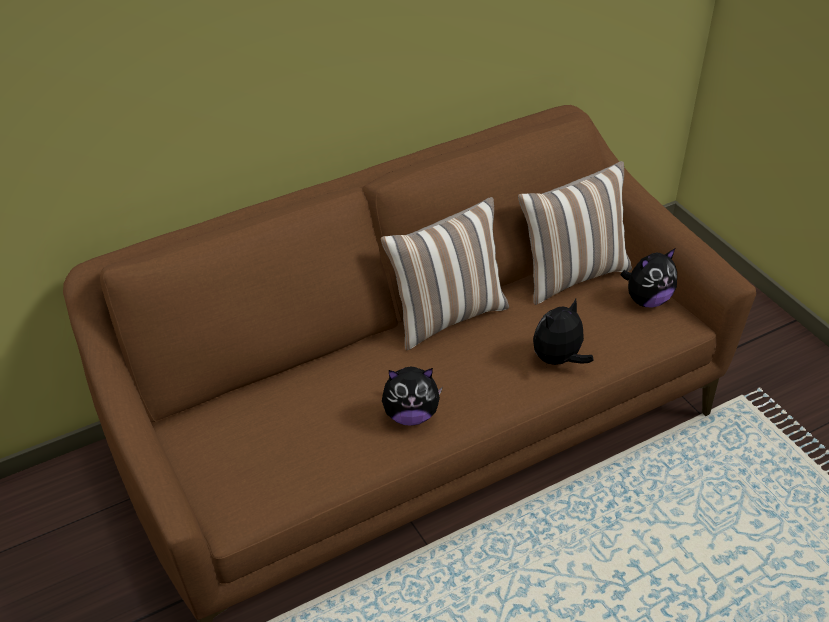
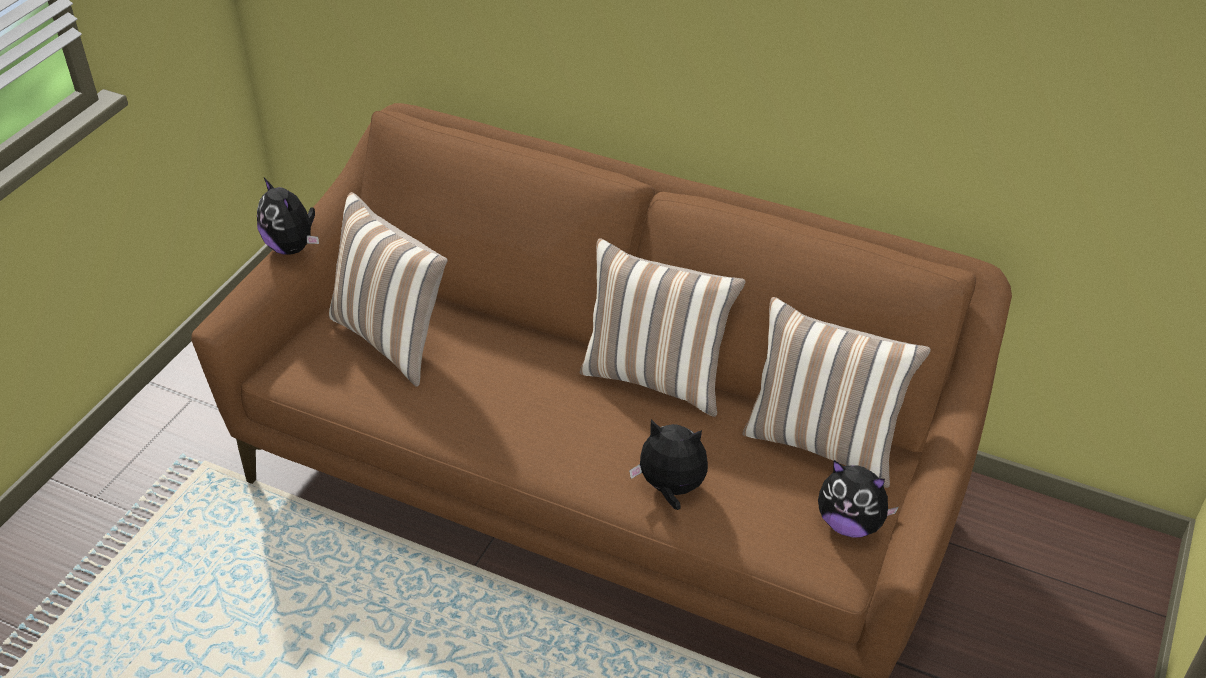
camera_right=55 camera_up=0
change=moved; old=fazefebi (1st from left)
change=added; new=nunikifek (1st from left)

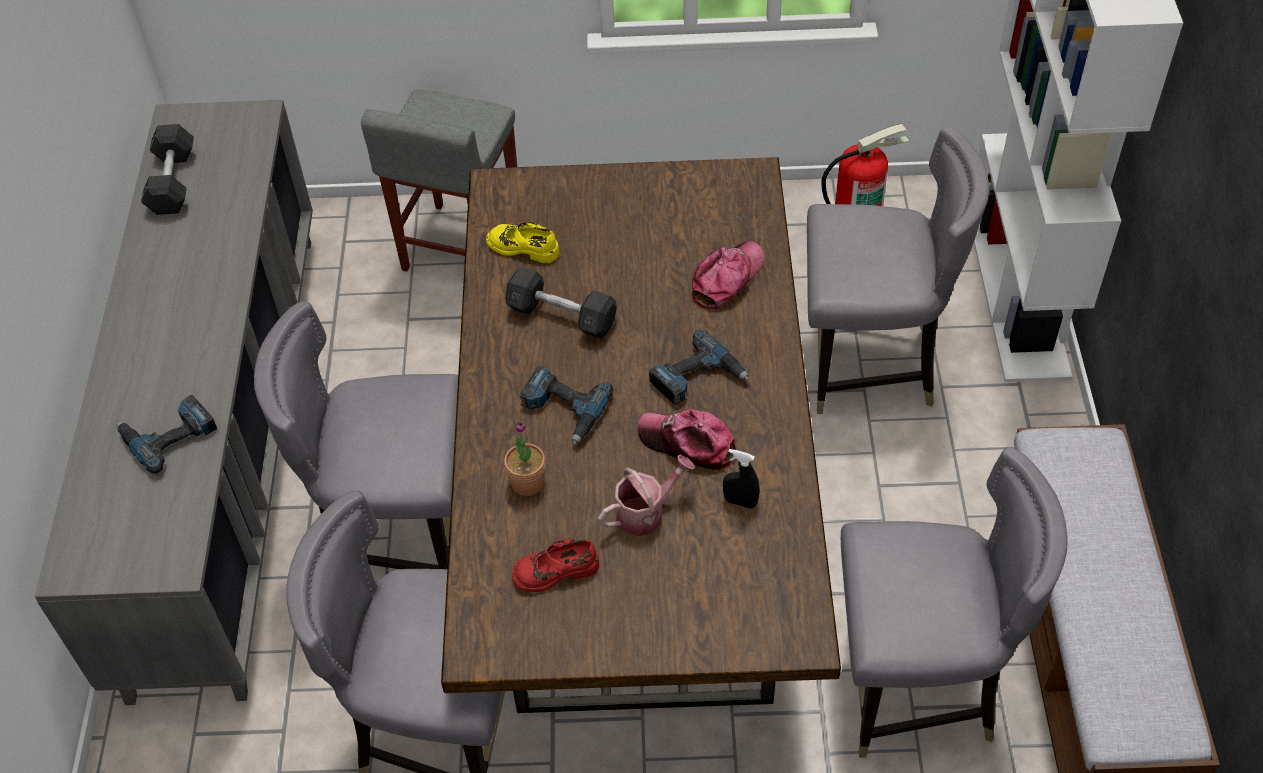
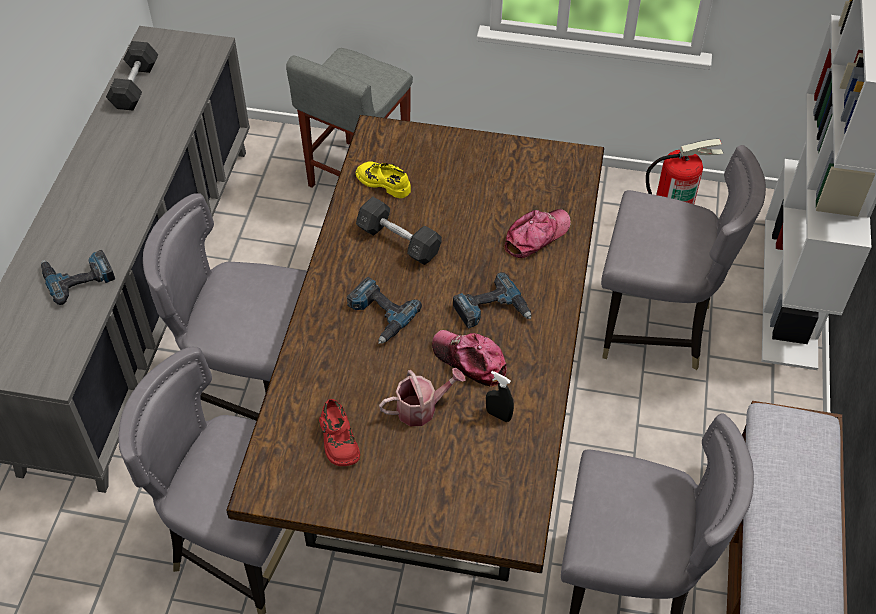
camera_right=10 camera_up=0
change=removed; old=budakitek
change=turned; old=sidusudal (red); degrees=-105

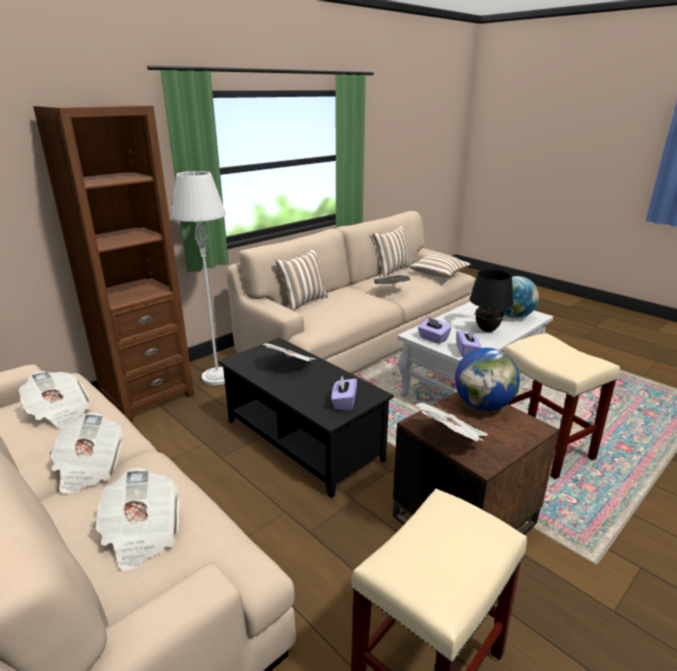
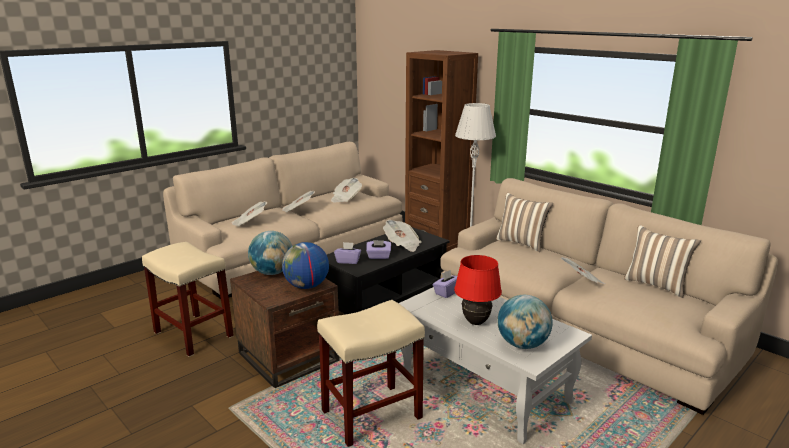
camera_right=90 camera_up=-5
change=removed; old=nunikifek (3rd from left)
change=replaced; old=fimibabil (6th from left); new=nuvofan (1st from left)
change=moved; old=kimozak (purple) (3rd from left in the first image); new=kimozak (purple) (2nd from left)
change=recoloured; old=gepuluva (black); new=gepuluva (red)

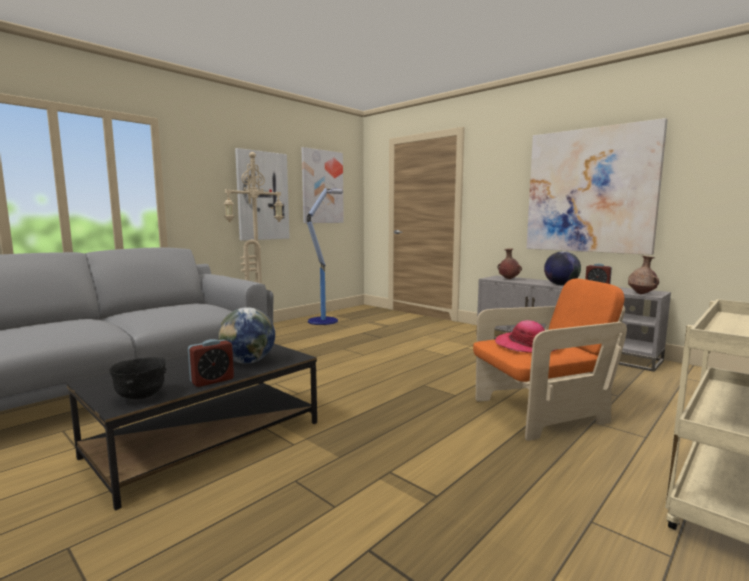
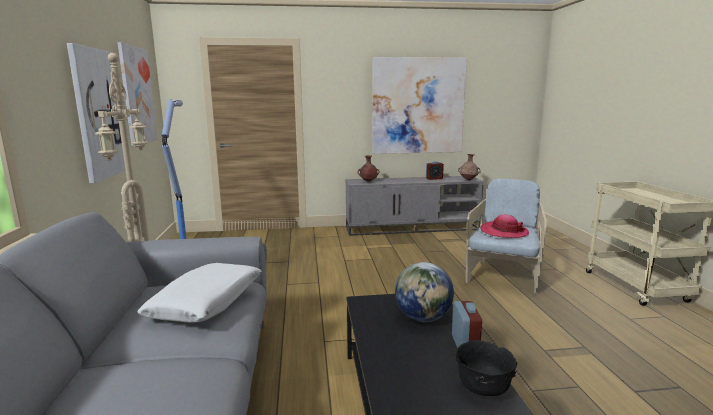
camera_right=-50 camera_up=5
change=recoloured; old=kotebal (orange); new=kotebal (beige)
change=removed; old=nuvofan (2nd from left)
change=added; new=nunikifek (white)

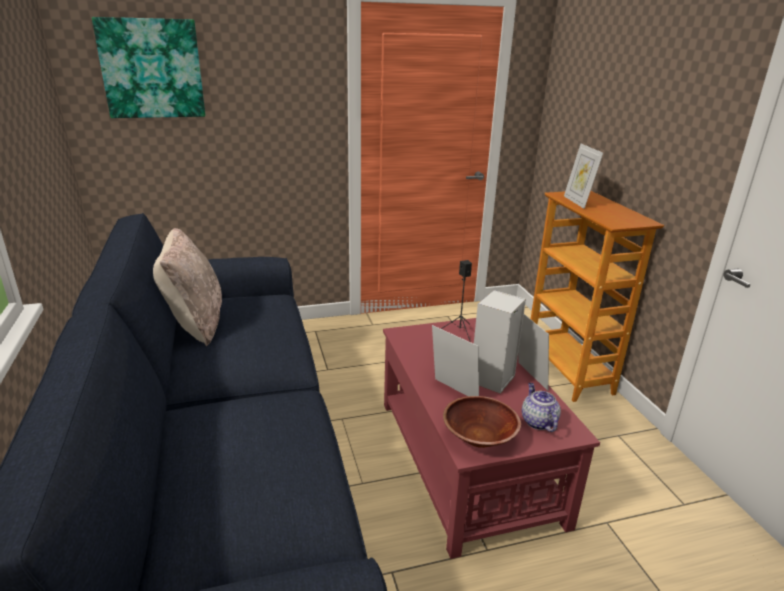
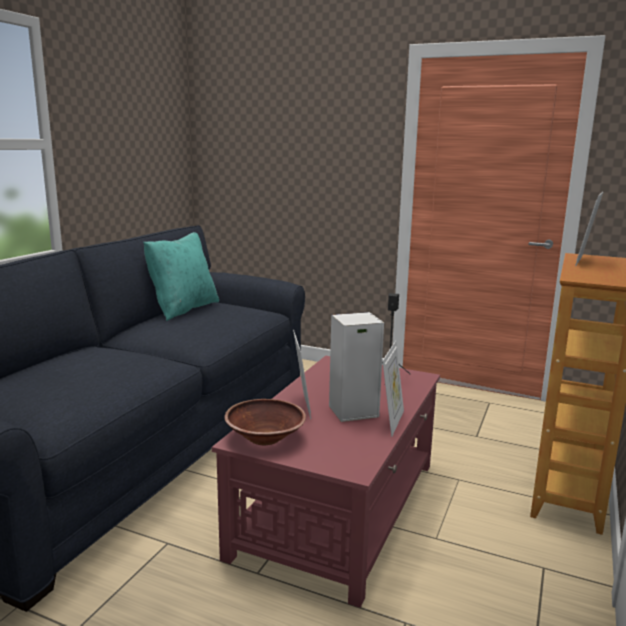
camera_right=40 camera_up=-10
change=removed; old=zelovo
change=recoloured; old=nunikifek (beige); new=nunikifek (turquoise)
change=removed; old=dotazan

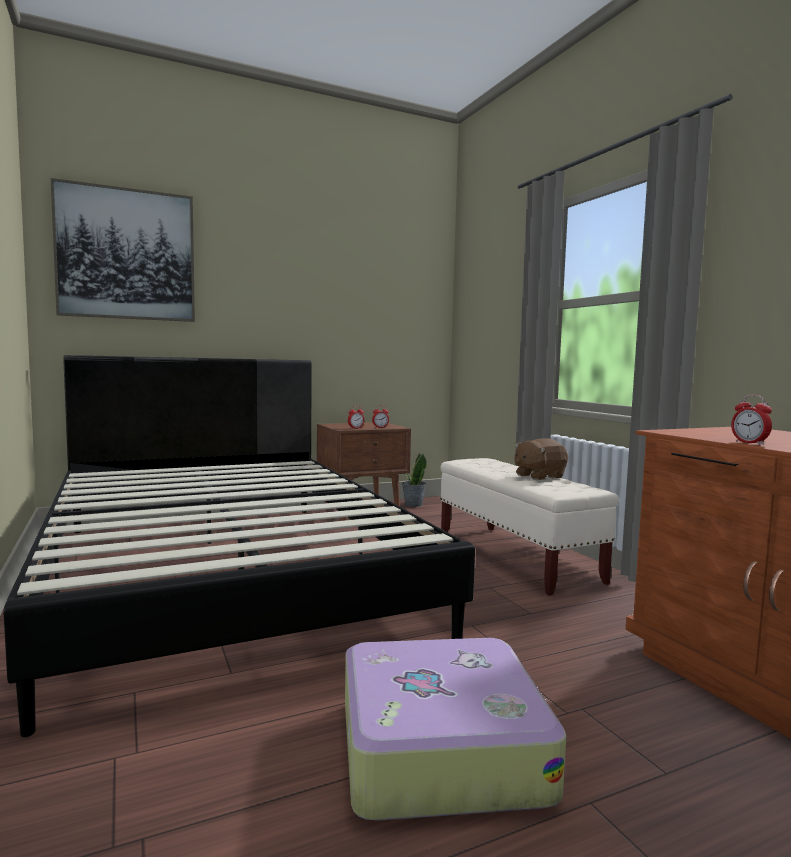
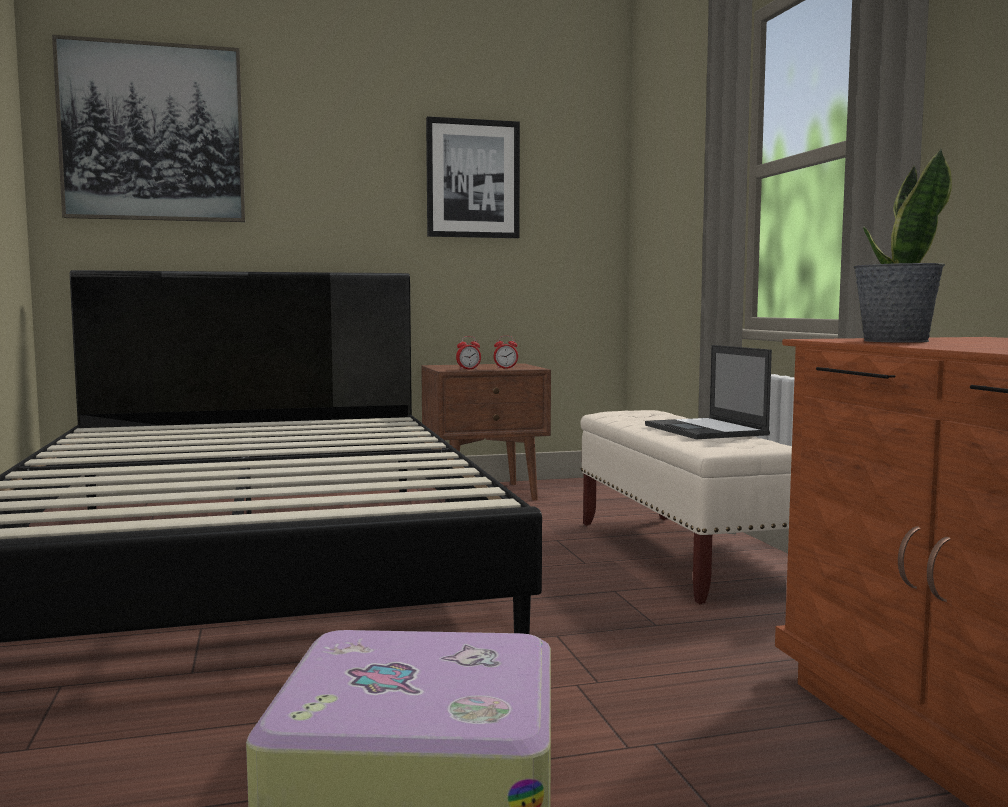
camera_right=10 camera_up=0
change=moved; old=budakitek
change=replaced; old=fazefebi (brown); new=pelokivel
change=removed; old=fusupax (3rd from left)
change=added; new=zelovo (2nd from left)

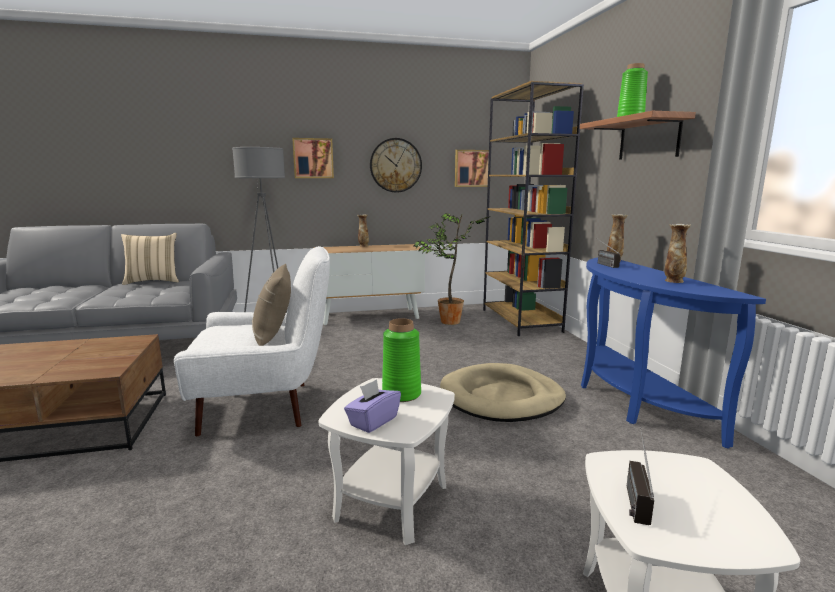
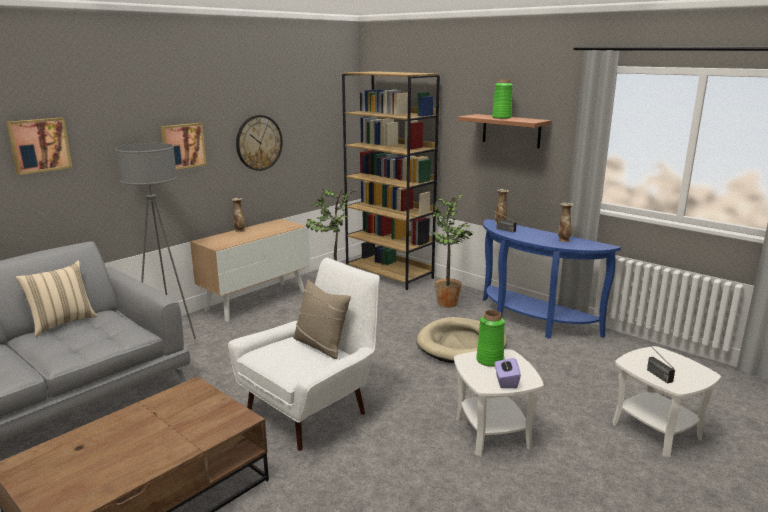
camera_right=-35 camera_up=5
change=moved; old=zelovo (2nd from left in the first image); new=zelovo (1st from left)
change=added; new=budakitek (2nd from left)

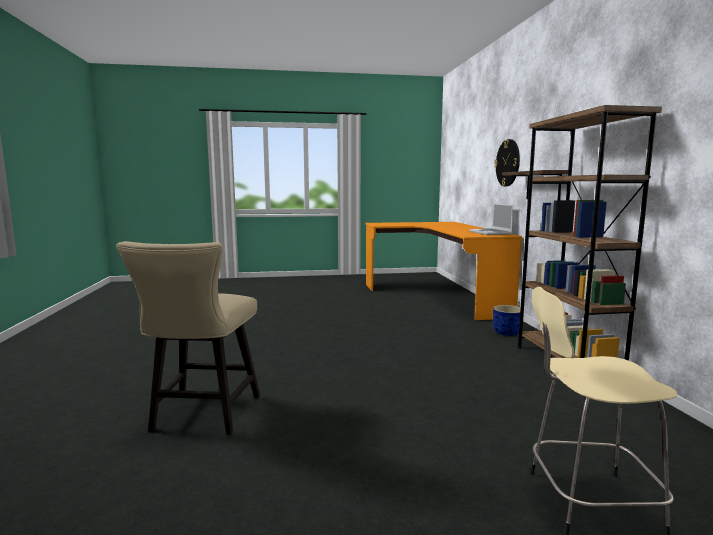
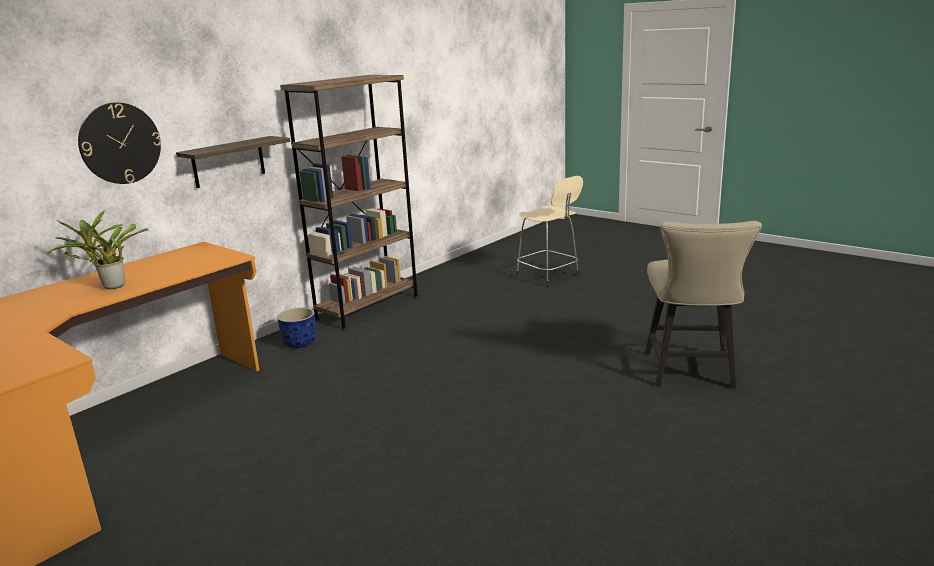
camera_right=-130 camera_up=10
change=turned; old=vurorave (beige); degrees=135
change=removed; old=pelokivel
change=added; new=budakitek

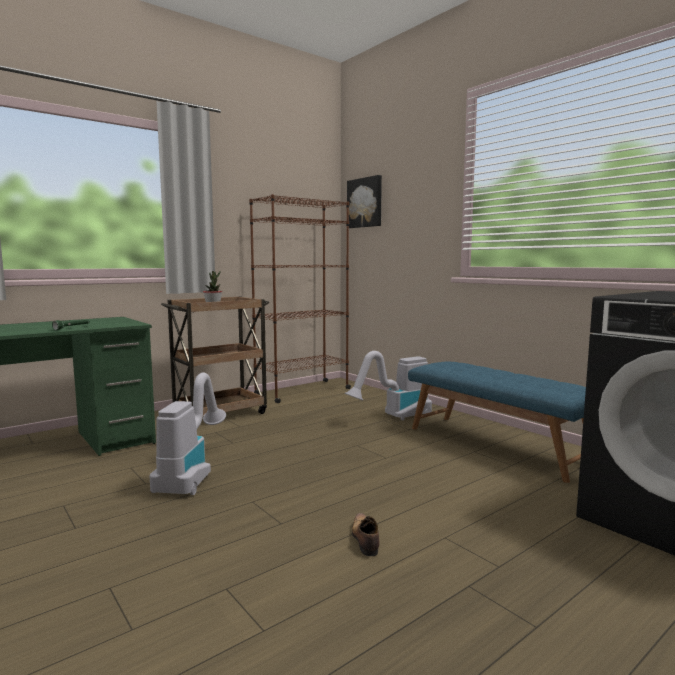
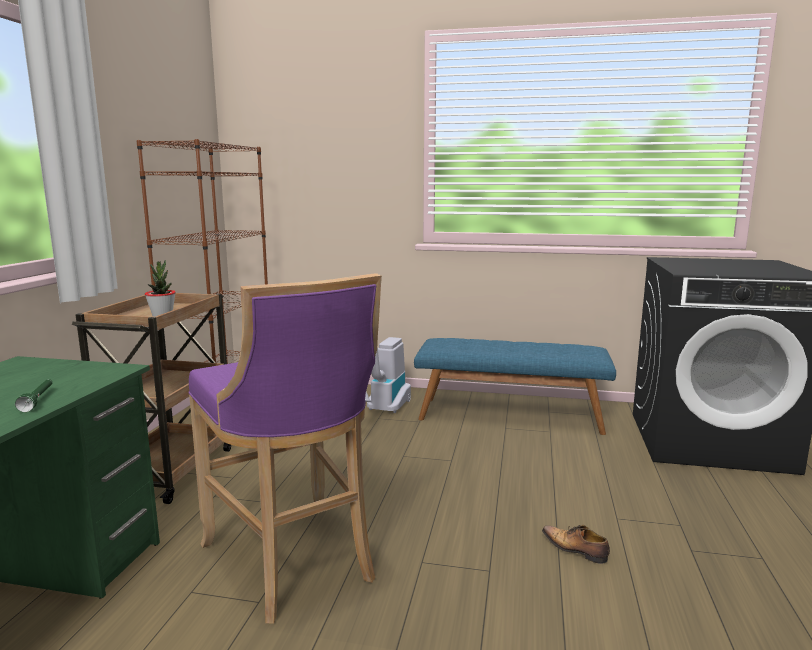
camera_right=-40 camera_up=5
change=replaced; old=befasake (1st from left); new=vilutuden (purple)
change=removed; old=zelovo

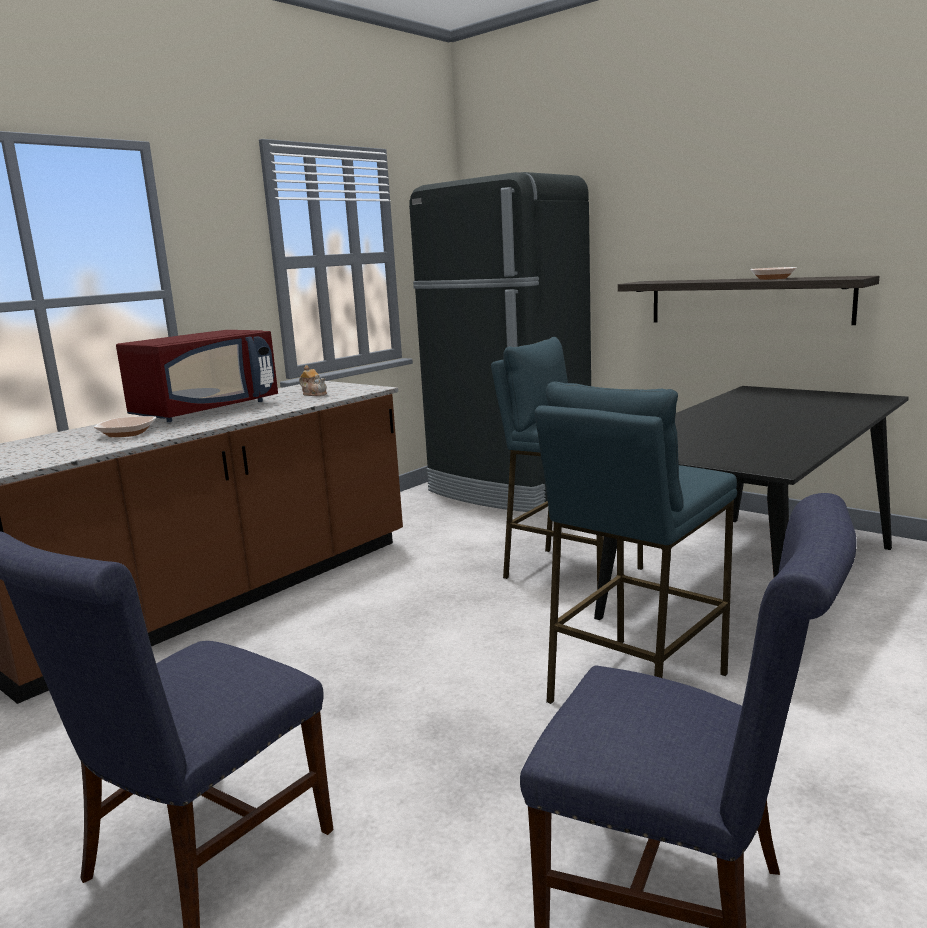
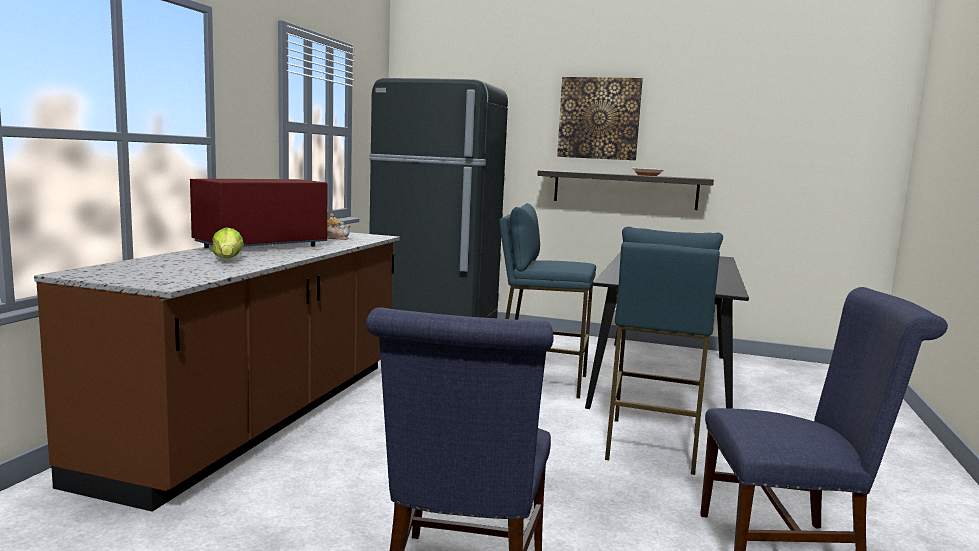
camera_right=-25 camera_up=-5
change=replaced; old=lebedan (1st from left); new=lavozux
change=turned; old=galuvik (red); degrees=-150
change=added; new=zelovo

